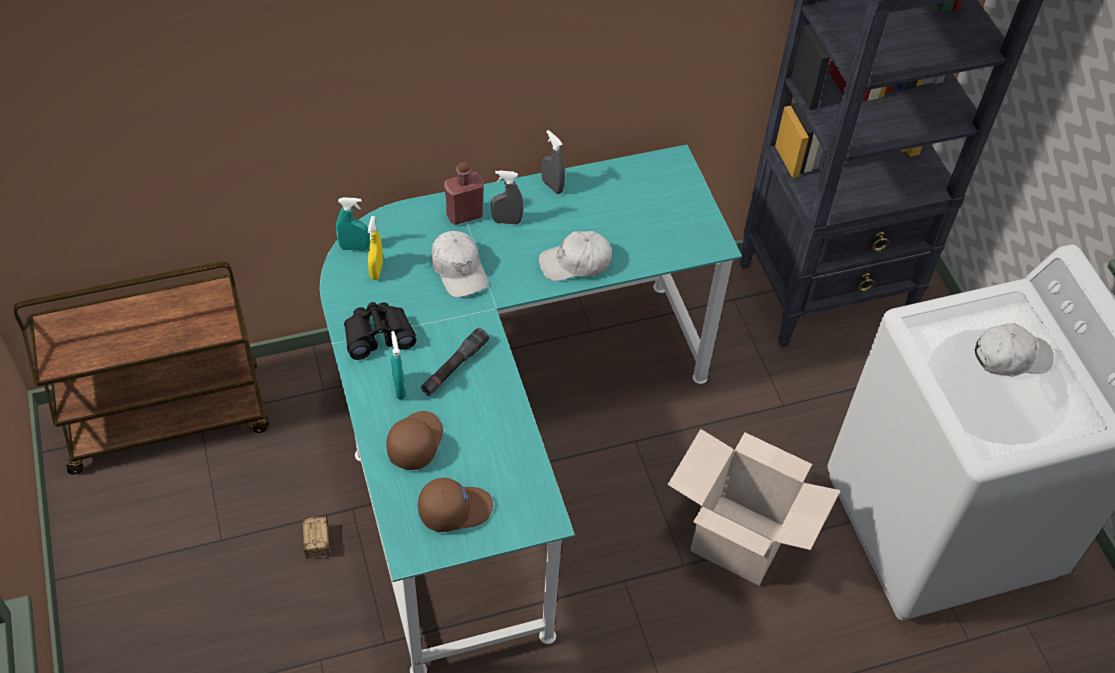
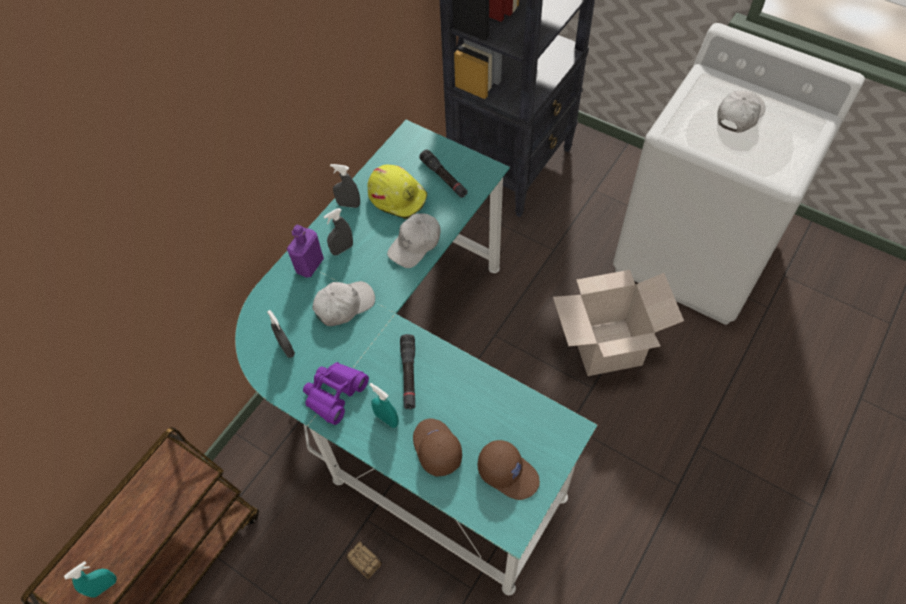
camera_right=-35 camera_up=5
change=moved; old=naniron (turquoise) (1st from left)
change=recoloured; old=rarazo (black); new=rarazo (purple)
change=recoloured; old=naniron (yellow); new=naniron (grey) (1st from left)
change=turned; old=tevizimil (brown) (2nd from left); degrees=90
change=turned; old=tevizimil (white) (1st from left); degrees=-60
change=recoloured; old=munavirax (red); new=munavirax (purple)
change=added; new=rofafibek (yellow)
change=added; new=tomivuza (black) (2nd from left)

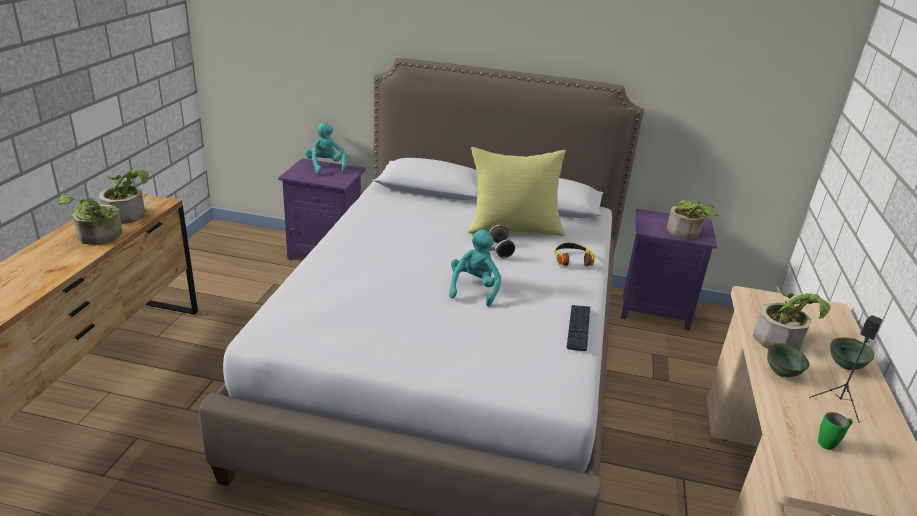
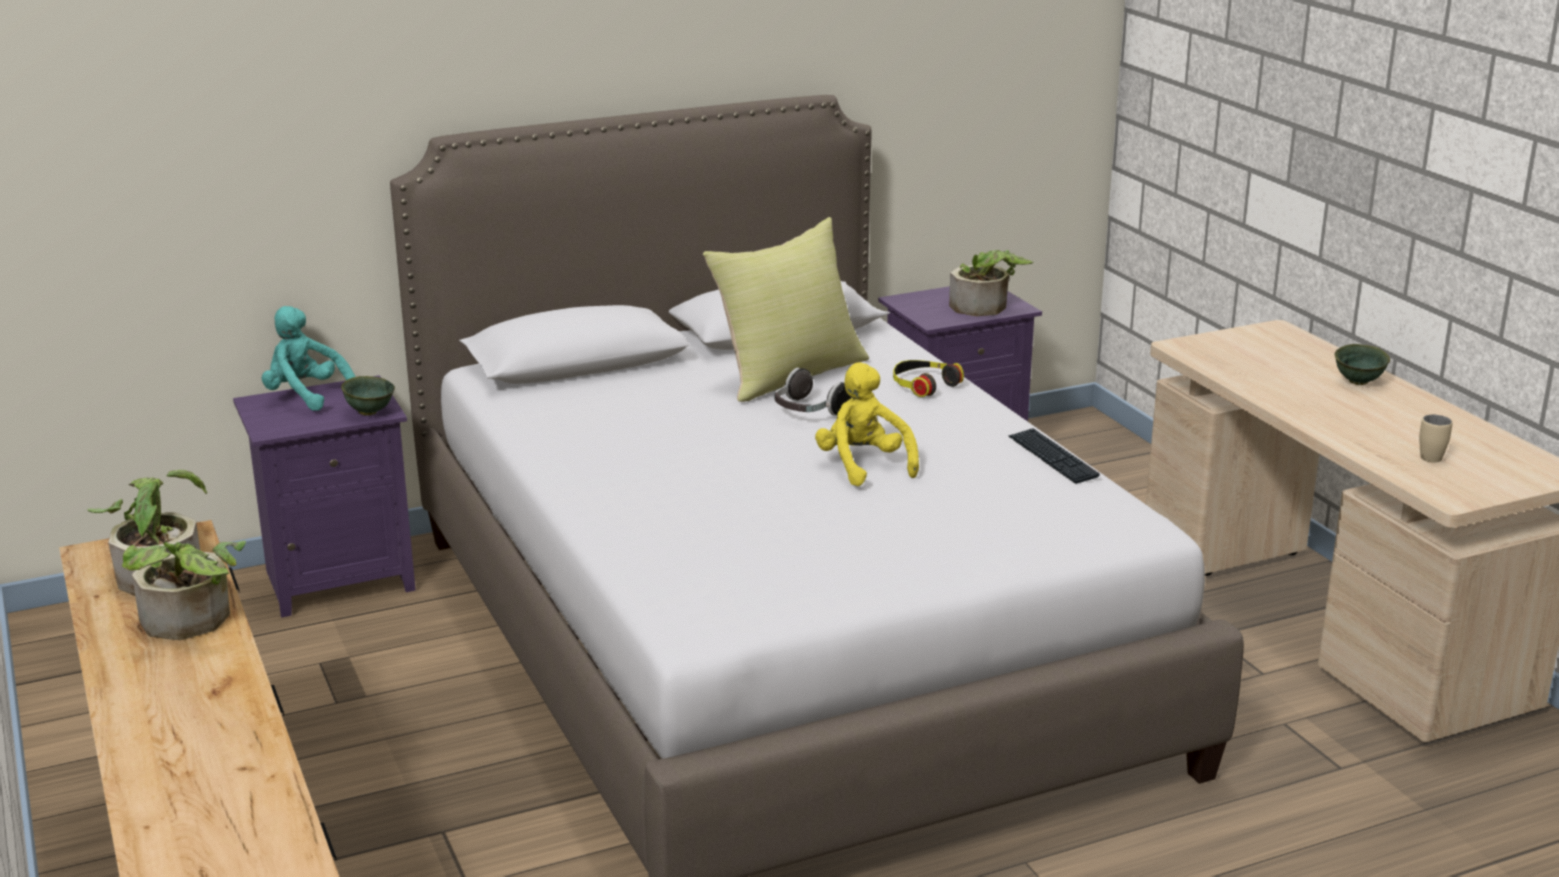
camera_right=-35 camera_up=-5
change=recoloured; old=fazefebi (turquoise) (2nd from left); new=fazefebi (yellow)
change=removed; old=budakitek (4th from left)
change=moved; old=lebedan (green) (1st from left)
change=removed; old=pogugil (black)
change=recoloured; old=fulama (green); new=fulama (beige)

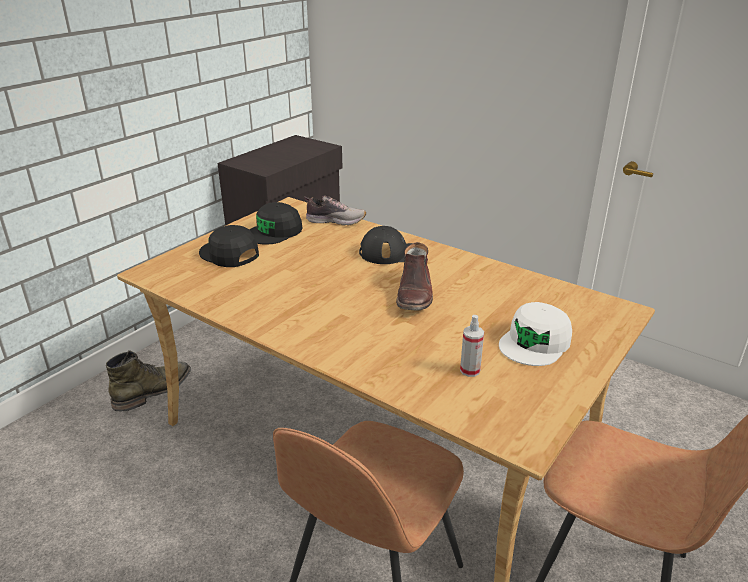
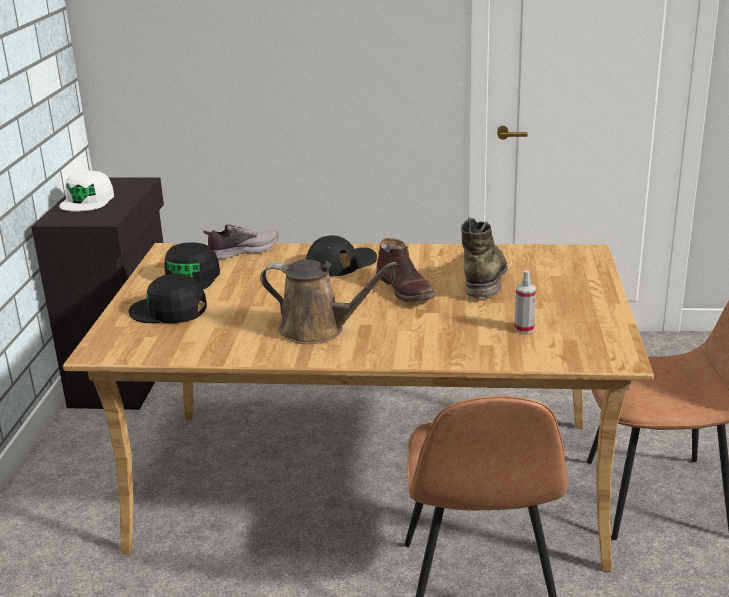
camera_right=-30 camera_up=-5
change=moved; old=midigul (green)
change=moved; old=tevizimil (white)
change=added; new=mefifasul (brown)

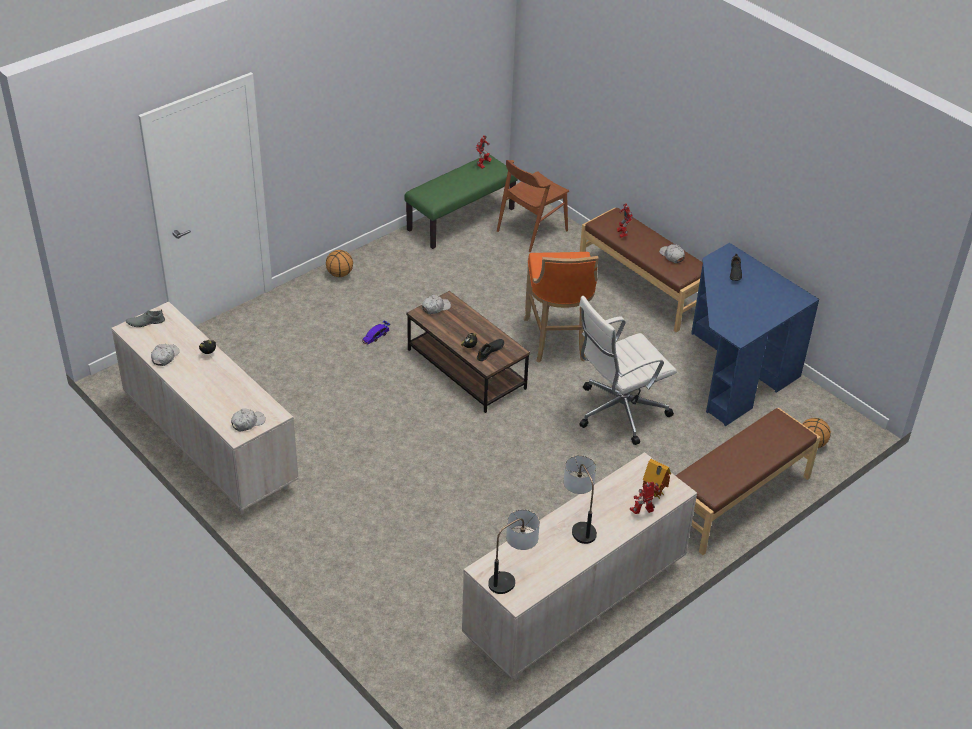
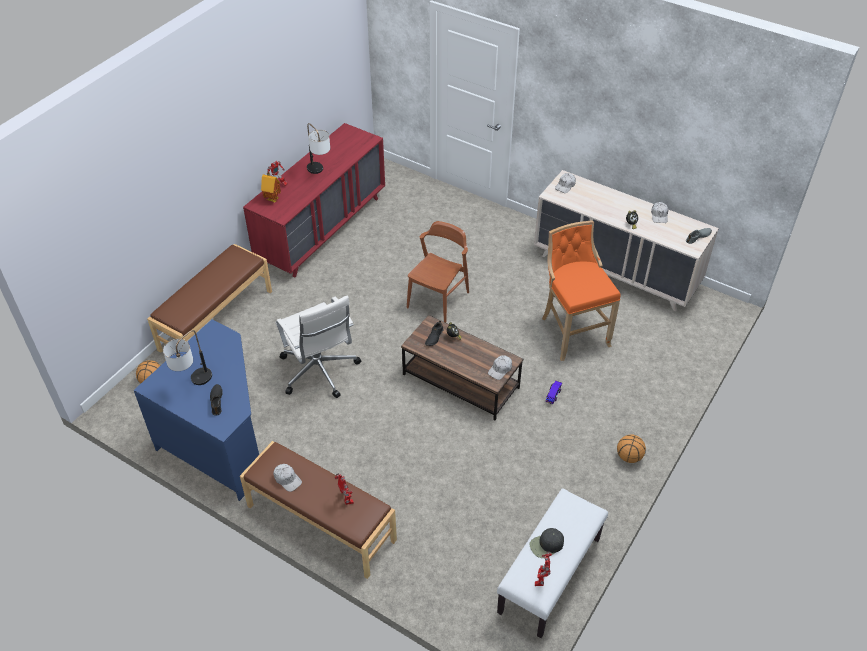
camera_right=165 camera_up=5
change=recoloured; old=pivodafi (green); new=pivodafi (white)
change=recoloured; old=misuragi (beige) (2nd from left); new=misuragi (red)
change=moved; old=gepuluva (1st from left)
change=moved; old=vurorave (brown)
change=moved; old=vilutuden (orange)
change=turned; old=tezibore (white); degrees=105
change=added; new=tevizimil (black)

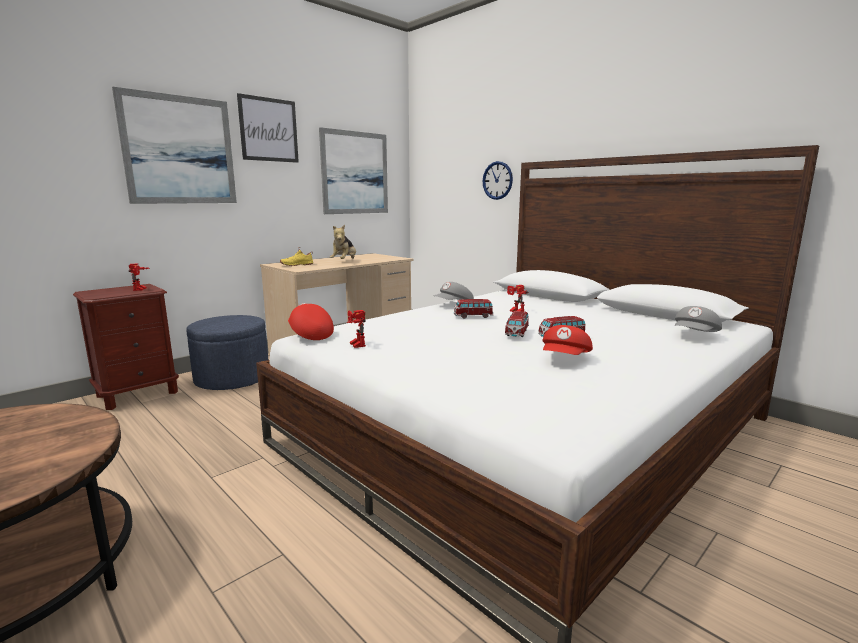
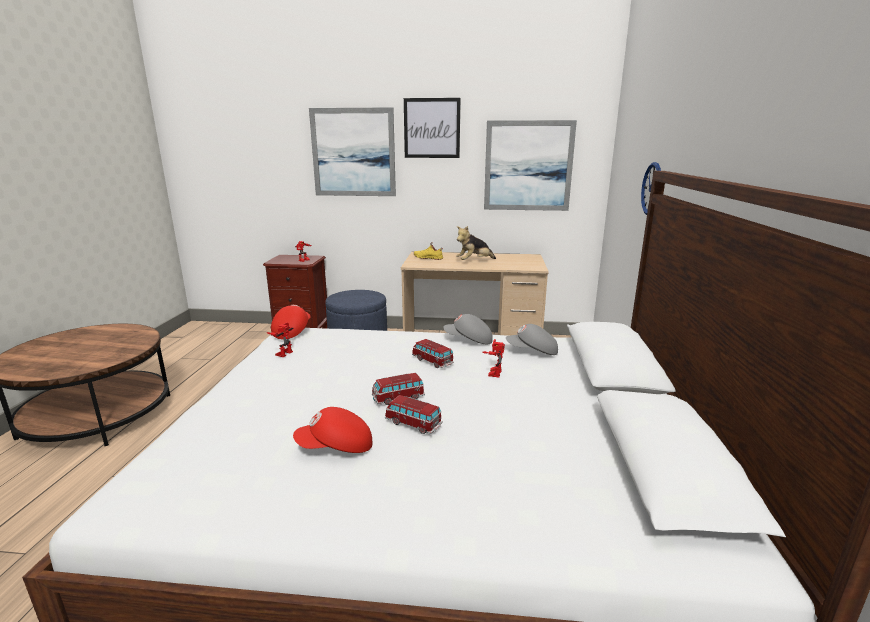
camera_right=50 camera_up=5
change=moved; old=tevizimil (grey) (2nd from left)

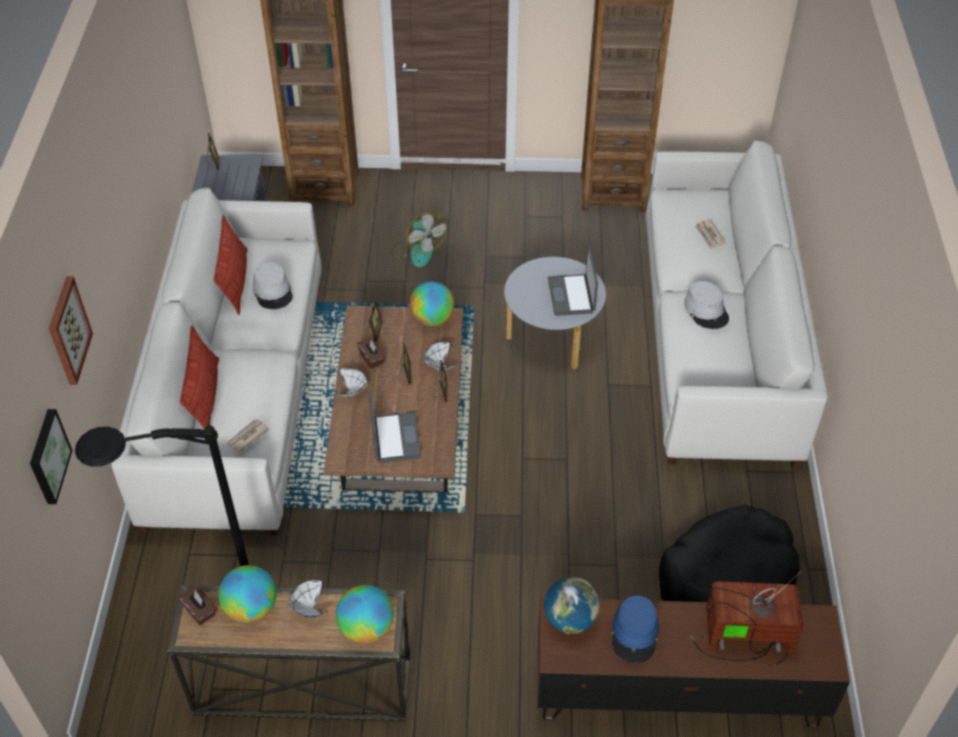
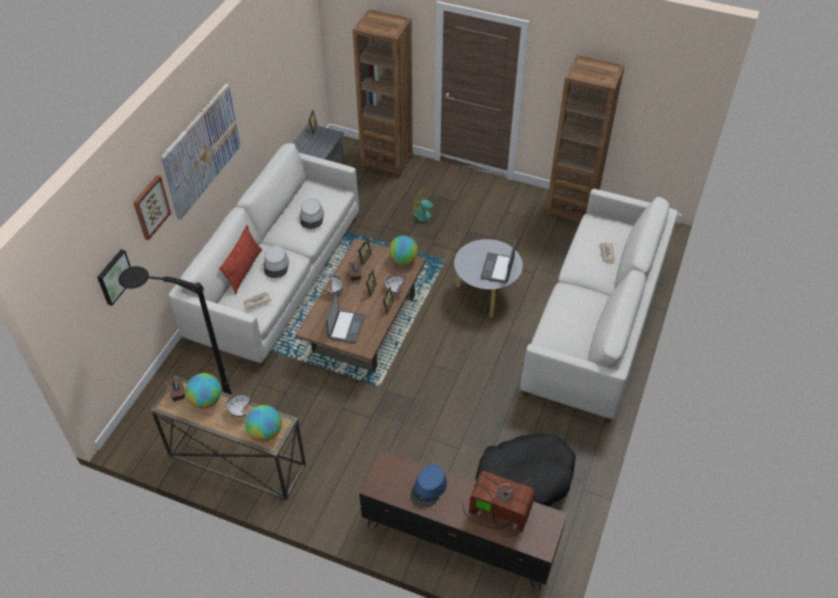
camera_right=20 camera_up=0
change=removed; old=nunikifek (2nd from left)
change=turned; old=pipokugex; degrees=120
change=removed; old=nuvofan (4th from left)
change=moved; old=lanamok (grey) (2nd from left in the first image); new=lanamok (grey) (1st from left)
change=added; new=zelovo (3rd from left)

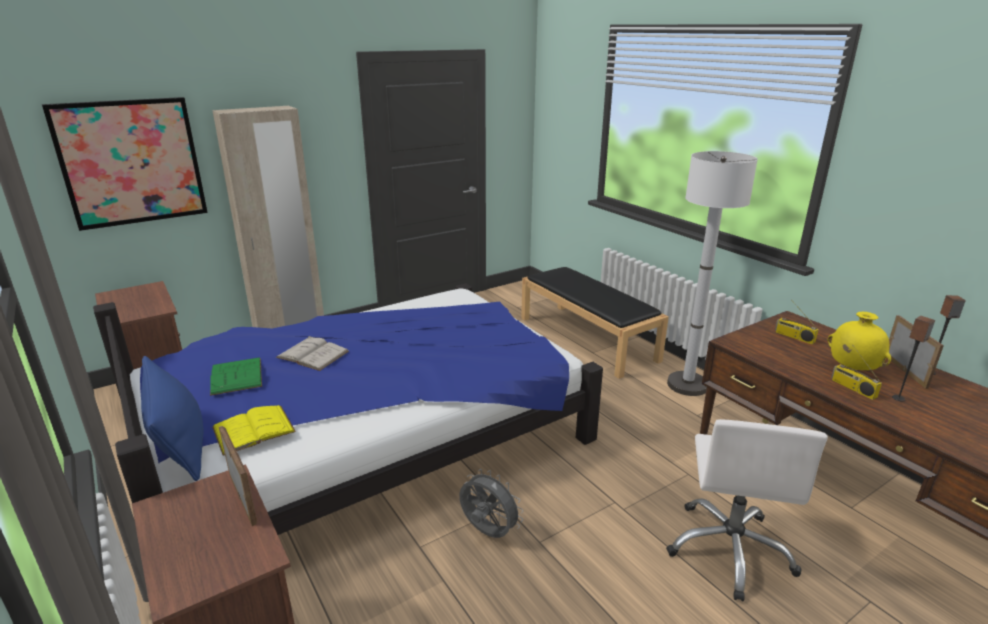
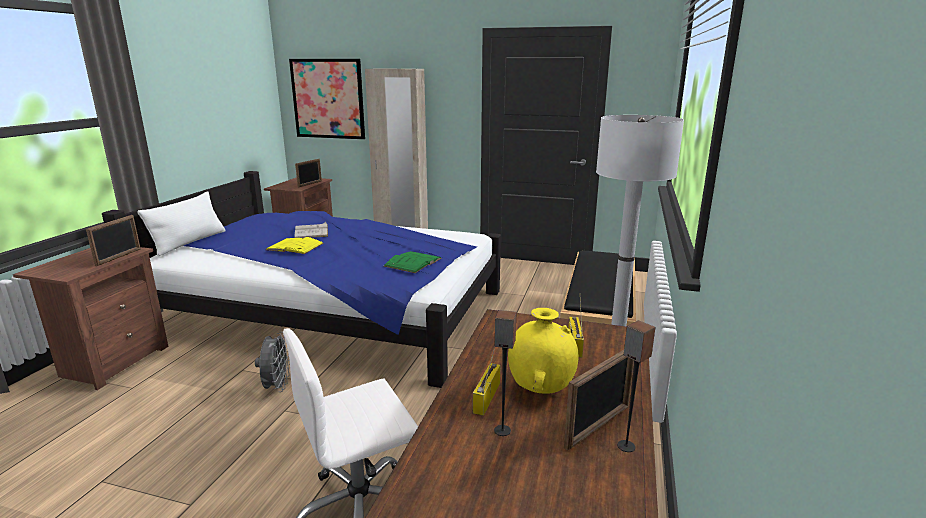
camera_right=50 camera_up=-5
change=recoloured; old=nunikifek (blue); new=nunikifek (white)
change=moved; old=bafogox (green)
change=moved; old=bafogox (yellow)
change=added; new=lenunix (2nd from left)

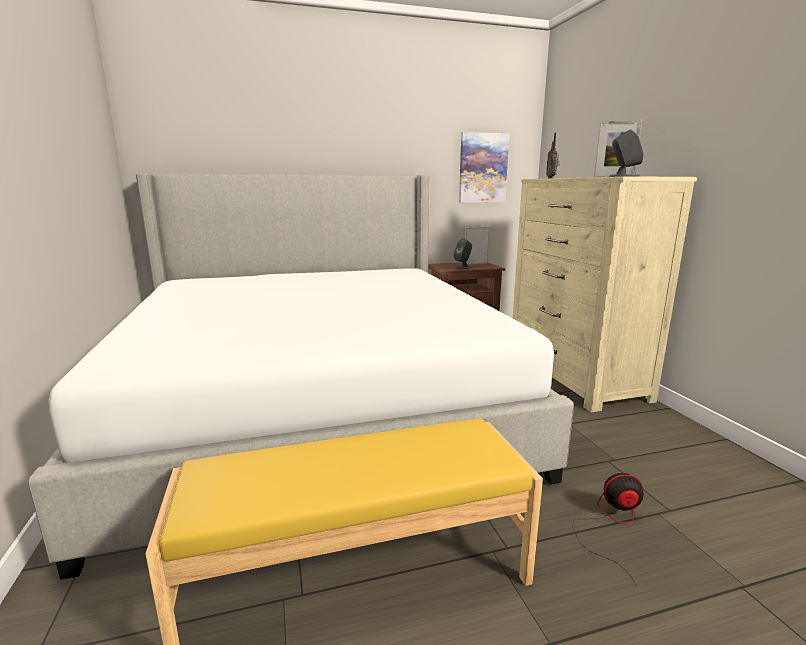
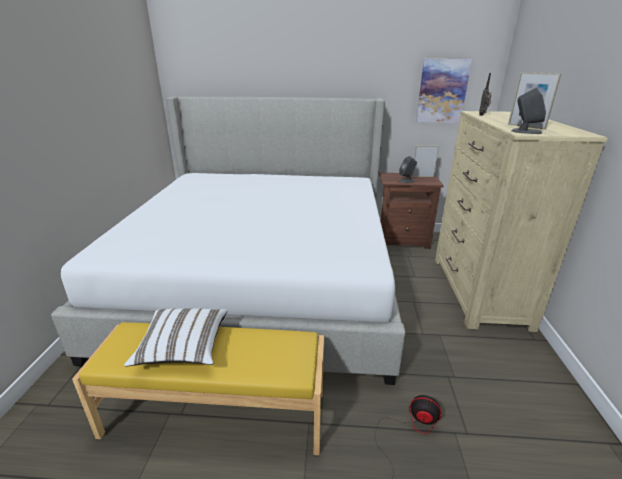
camera_right=20 camera_up=10
change=added; new=nunikifek (white)

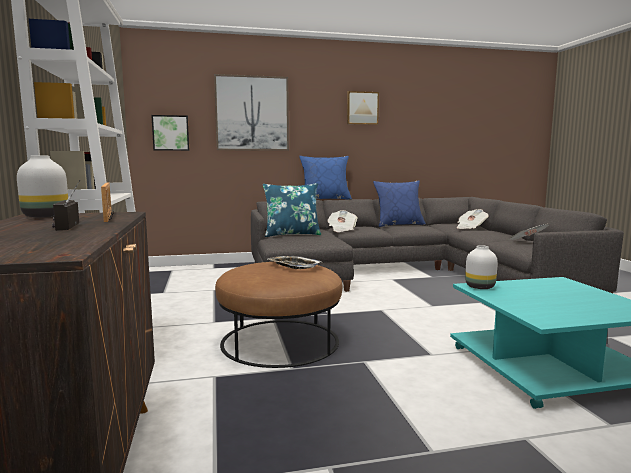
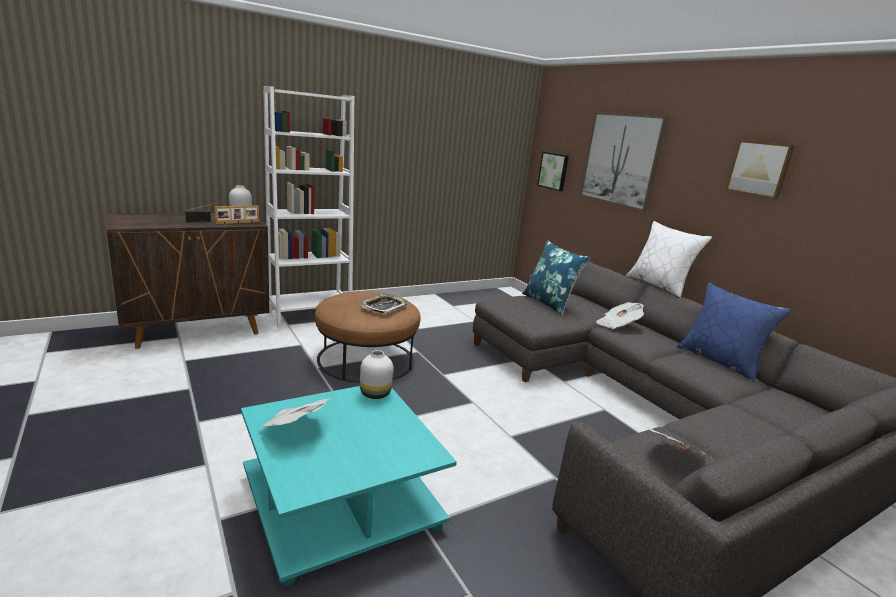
camera_right=70 camera_up=10
change=recoloured; old=nunikifek (blue) (2nd from left); new=nunikifek (white)
change=moved; old=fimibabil (2nd from left in the first image); new=fimibabil (1st from left)

